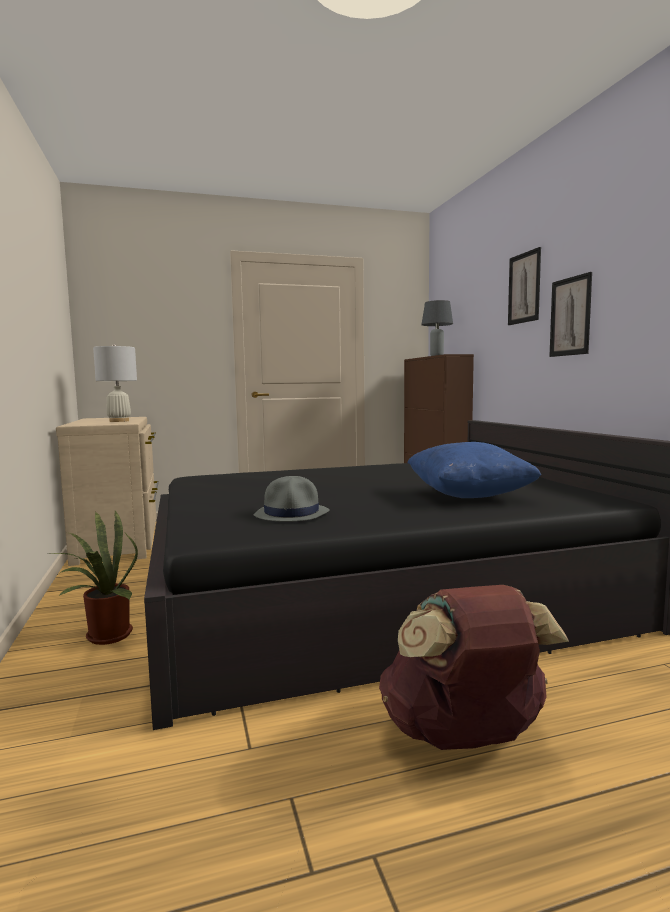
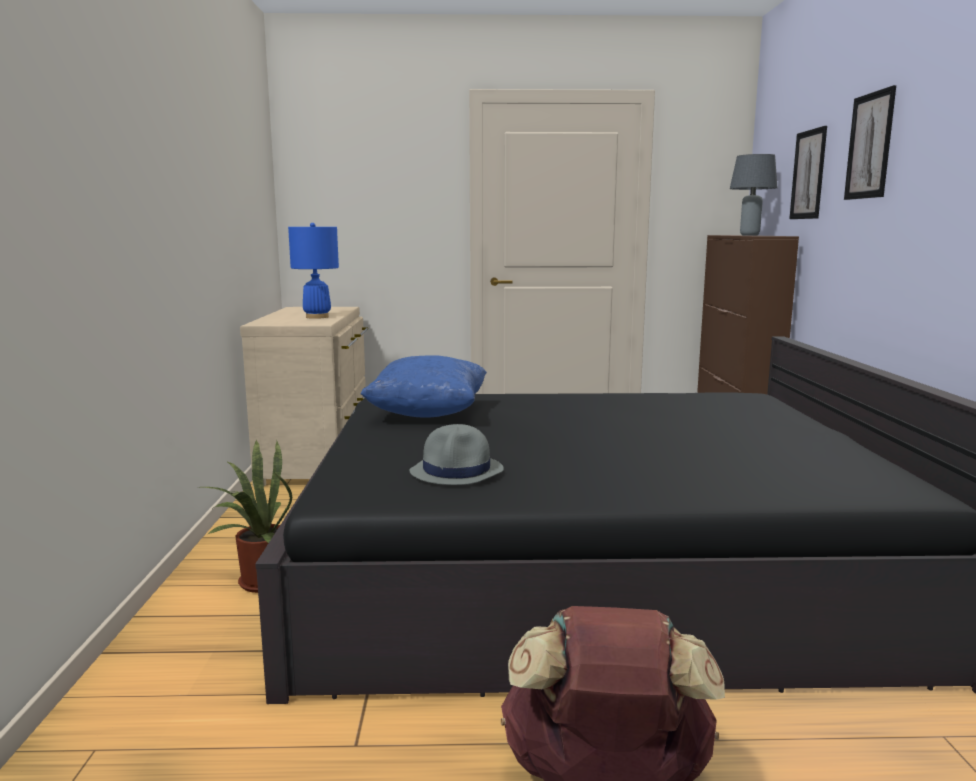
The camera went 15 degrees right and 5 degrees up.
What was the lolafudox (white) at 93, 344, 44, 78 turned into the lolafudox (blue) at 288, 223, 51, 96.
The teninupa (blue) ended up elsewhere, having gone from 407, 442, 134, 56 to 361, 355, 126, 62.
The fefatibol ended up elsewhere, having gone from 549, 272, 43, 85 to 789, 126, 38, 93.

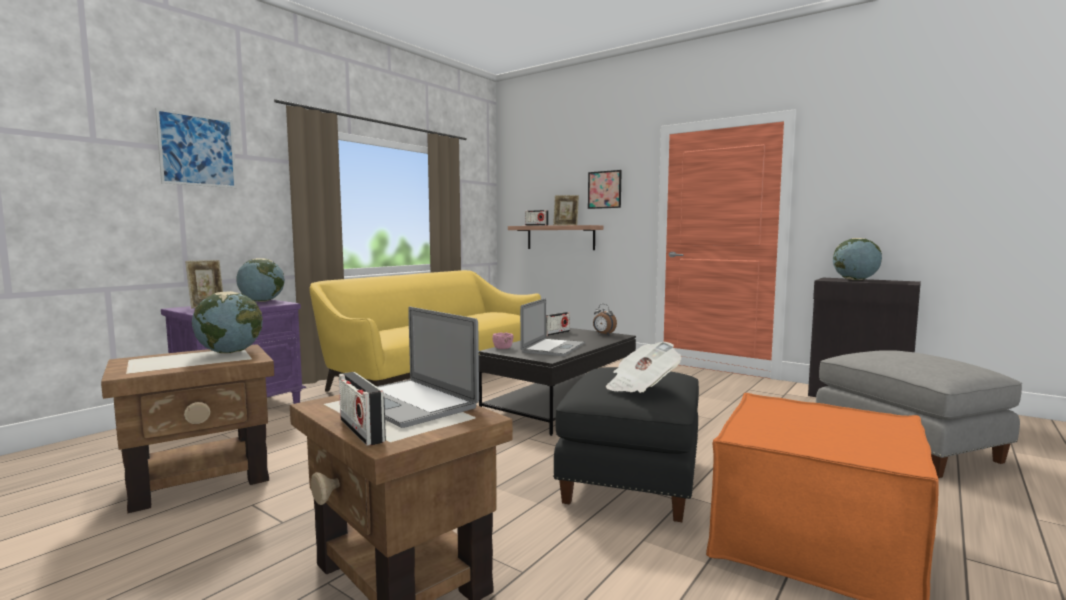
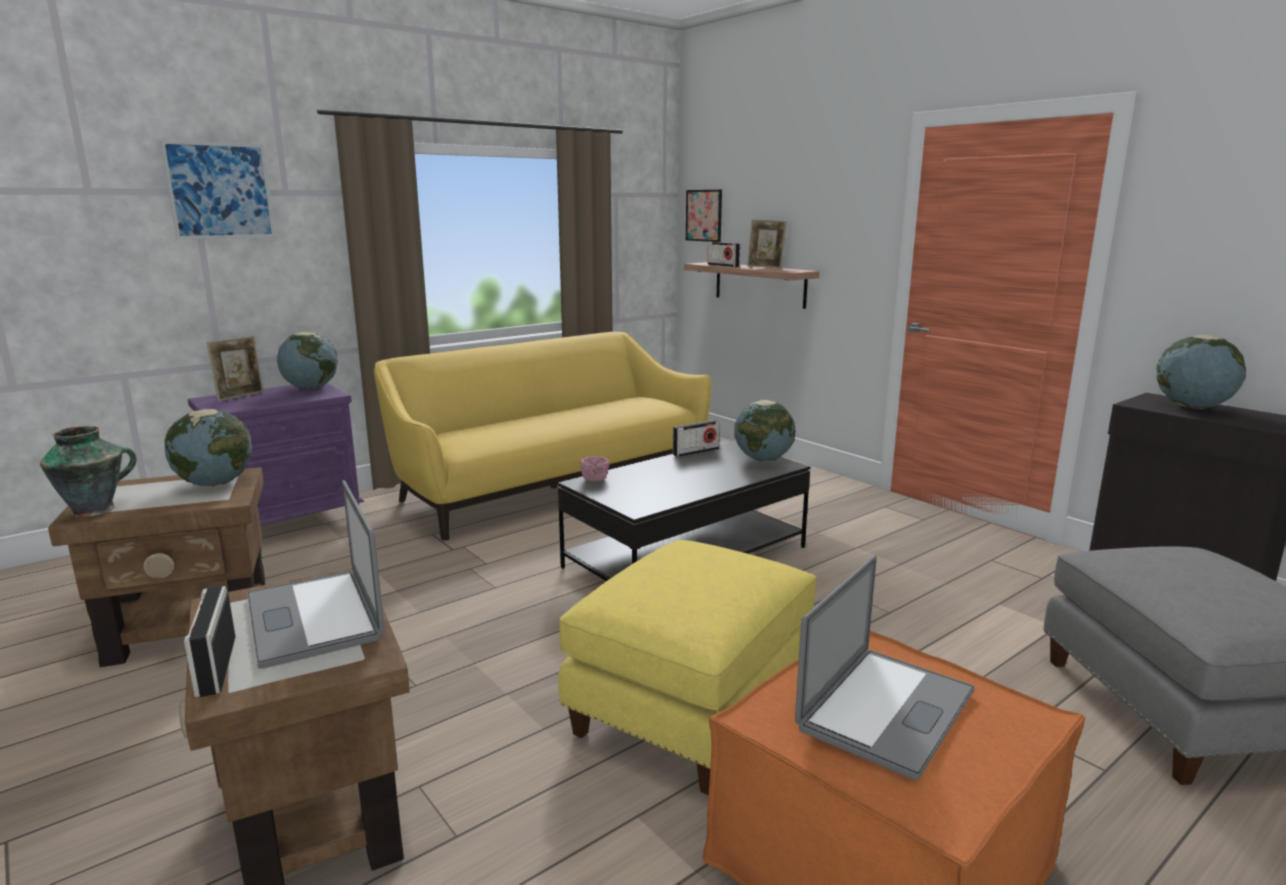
The camera went 15 degrees right and 10 degrees up.
The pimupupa ended up elsewhere, having gone from 520, 298, 65, 58 to 795, 555, 180, 225.
What was the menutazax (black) at 553, 367, 146, 155 turned into the menutazax (yellow) at 558, 540, 258, 255.
The fefatibol ended up elsewhere, having gone from 588, 170, 34, 39 to 686, 190, 36, 52.
Where the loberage stood at 593, 304, 24, 31, the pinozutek came to stand at 734, 400, 62, 61.
The second view lost the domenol at 606, 342, 75, 51.
The second view gained the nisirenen at 40, 426, 97, 91.

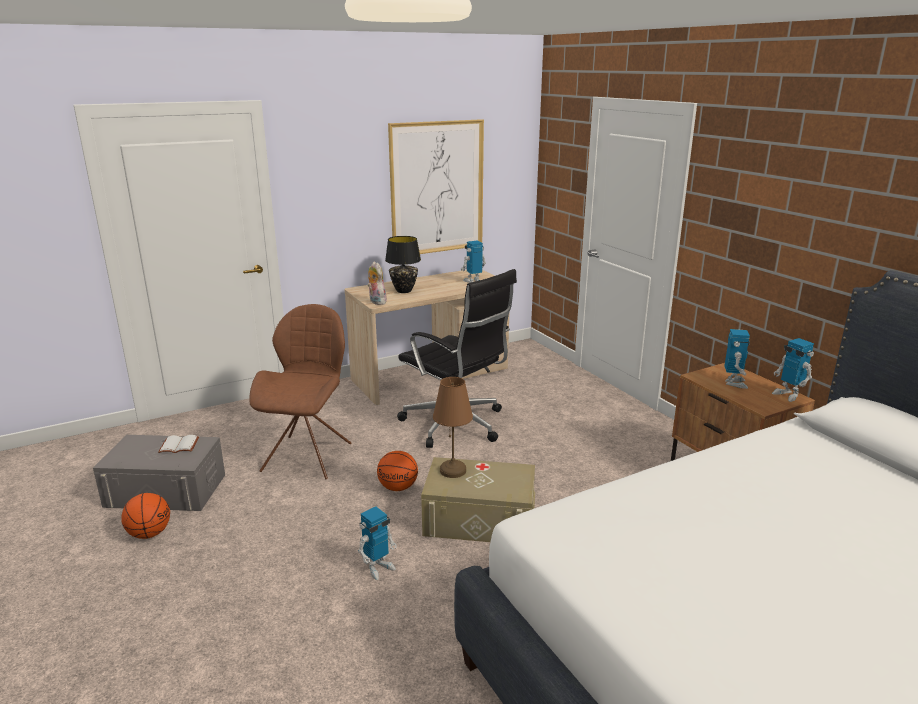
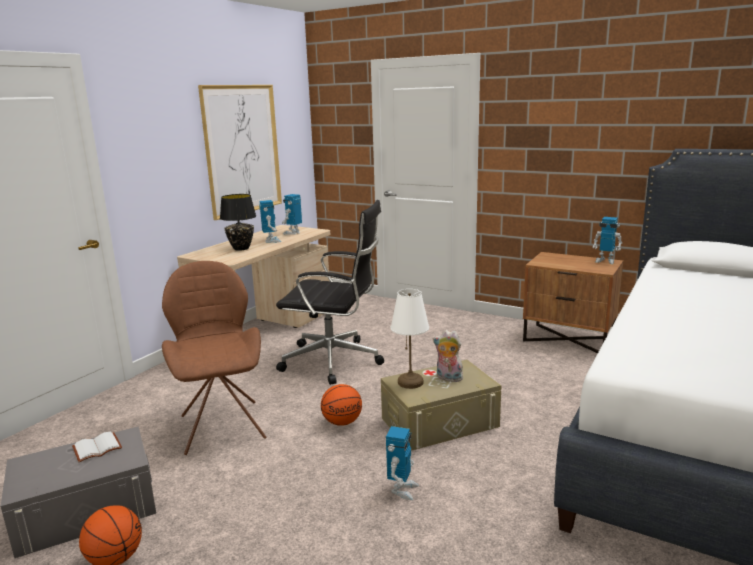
The camera went 30 degrees left and 5 degrees down.
The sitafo ended up elsewhere, having gone from 367, 261, 20, 44 to 433, 330, 30, 52.
What was the lolafudox (brown) at 433, 377, 40, 101 turned into the lolafudox (white) at 391, 289, 38, 100.
The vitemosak ended up elsewhere, having gone from 724, 329, 26, 60 to 259, 200, 22, 43.

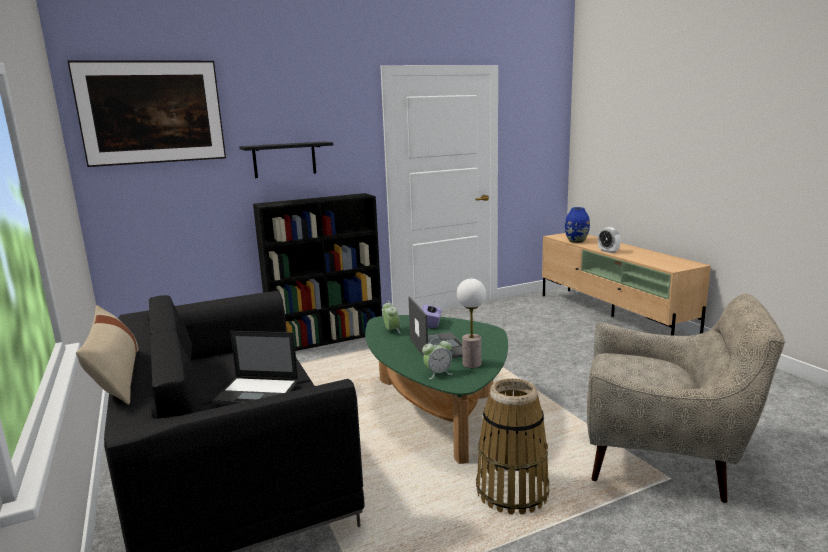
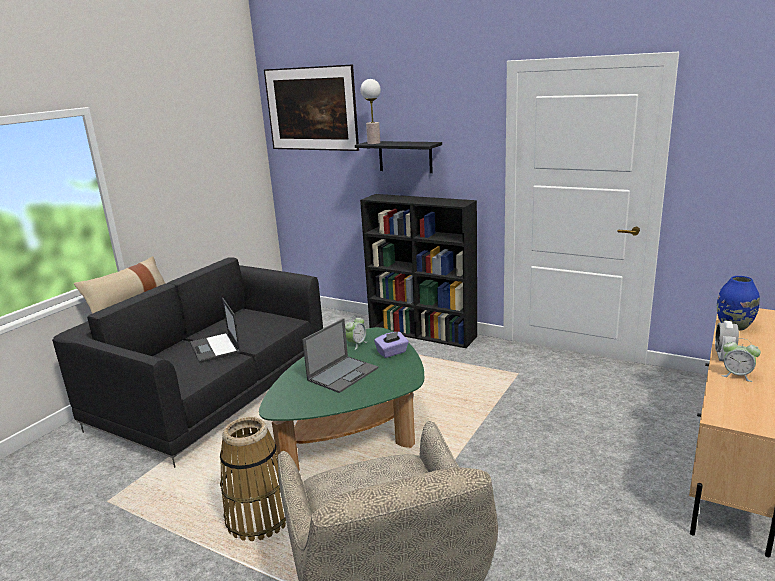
The camera went 55 degrees right and 5 degrees up.
The loberage ended up elsewhere, having gone from 422, 337, 31, 42 to 721, 338, 40, 44.
The lolafudox ended up elsewhere, having gone from 457, 278, 29, 90 to 361, 79, 20, 65.

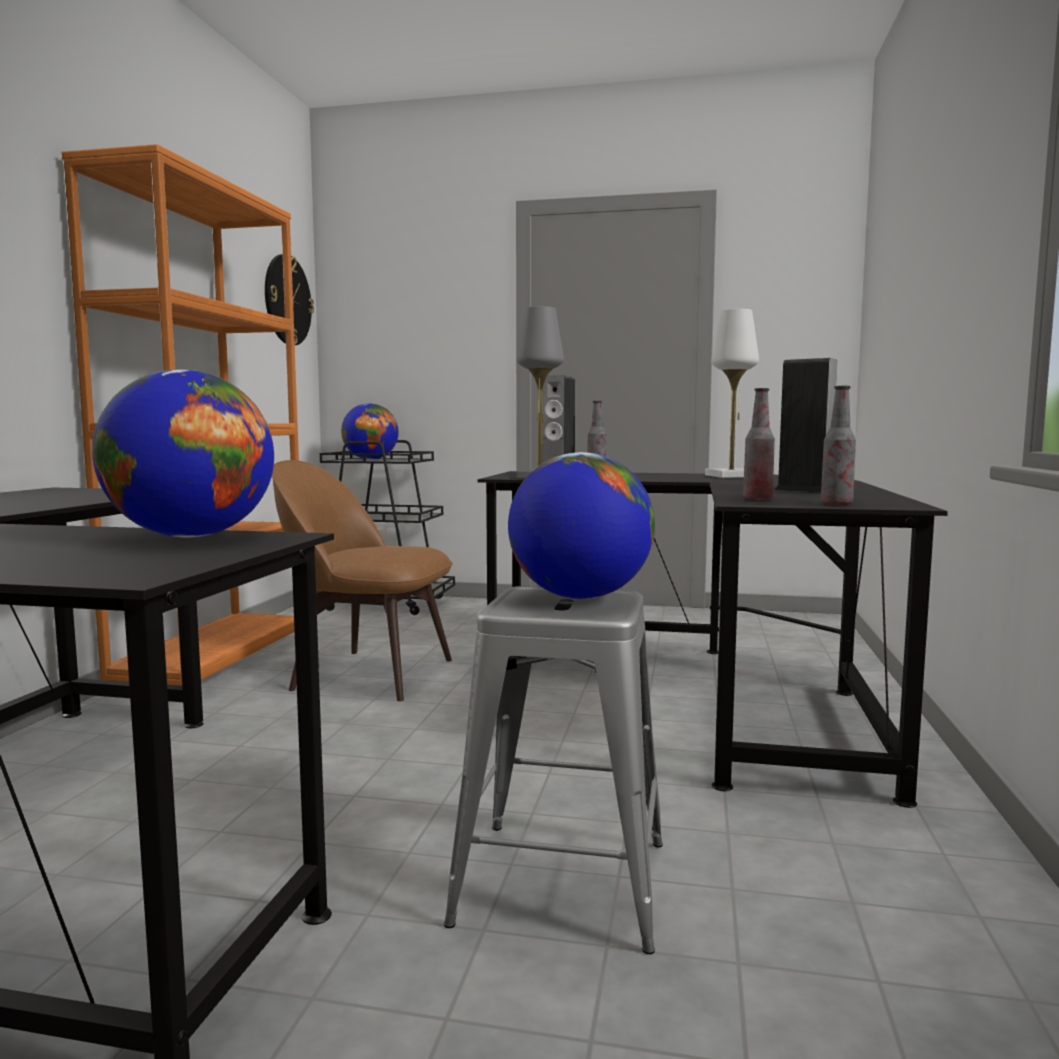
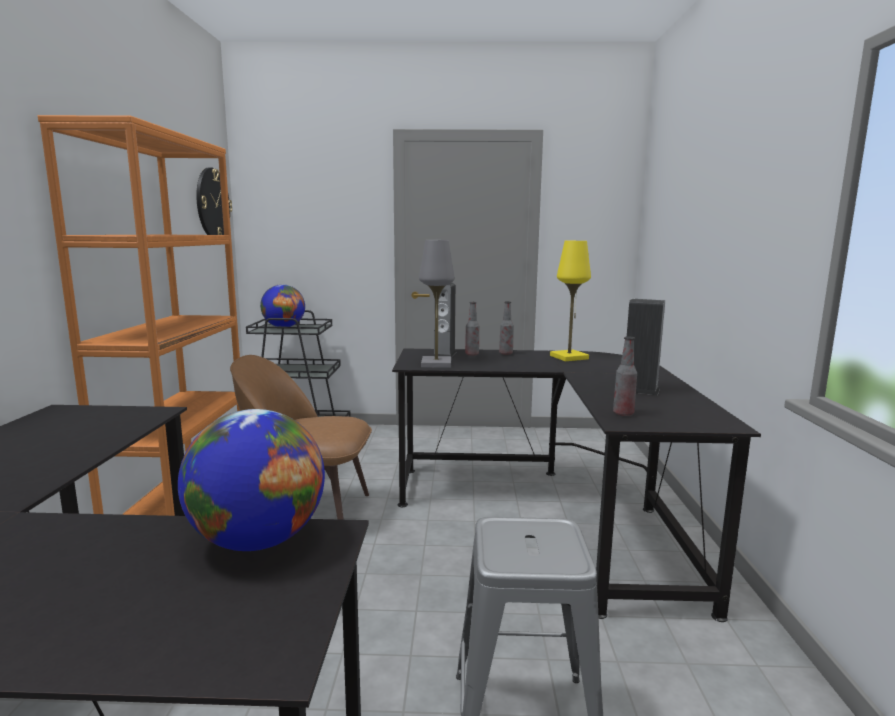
The camera went 10 degrees left and 5 degrees up.
The second view lost the pinozutek at 508, 452, 147, 147.
What was the lolafudox (white) at 705, 309, 54, 169 turned into the lolafudox (yellow) at 550, 241, 41, 120.
The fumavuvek ended up elsewhere, having gone from 821, 386, 35, 119 to 499, 301, 15, 54.

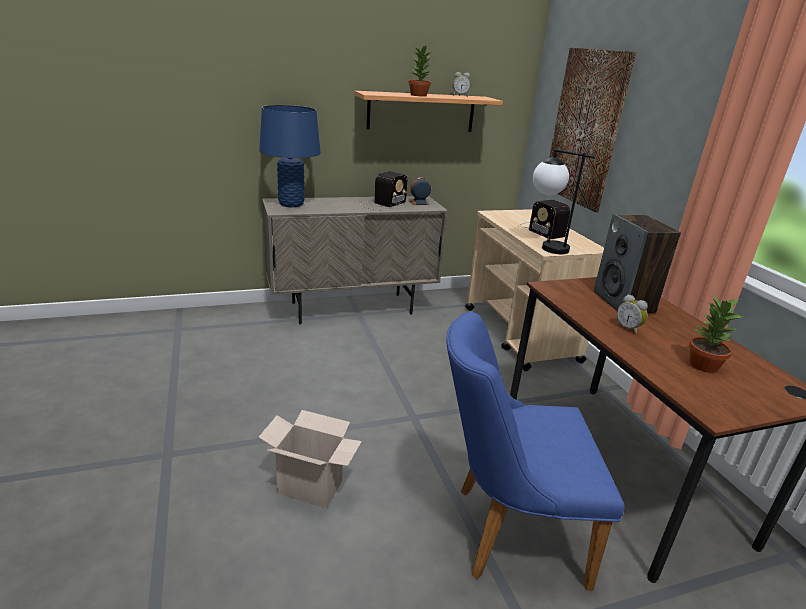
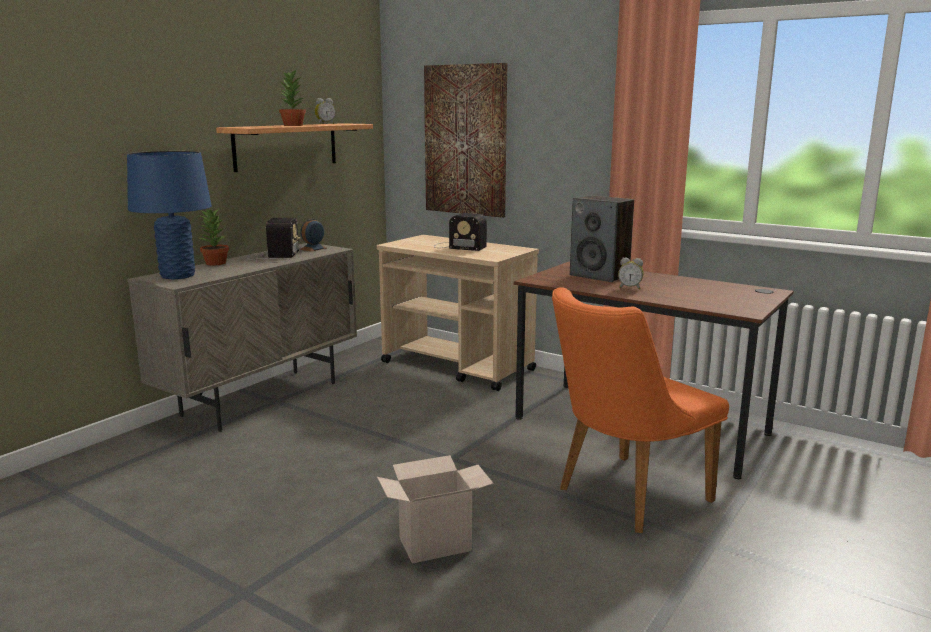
The camera went 35 degrees left and 10 degrees down.
What was the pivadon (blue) at 446, 312, 179, 279 turned into the pivadon (orange) at 552, 287, 177, 246.
The second view lost the lolafudox at 533, 149, 62, 105.
The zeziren ended up elsewhere, having gone from 689, 296, 55, 77 to 199, 209, 30, 57.

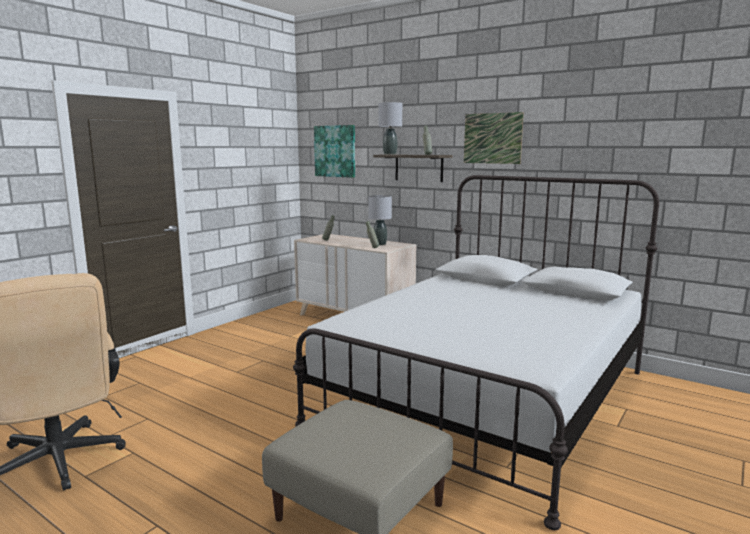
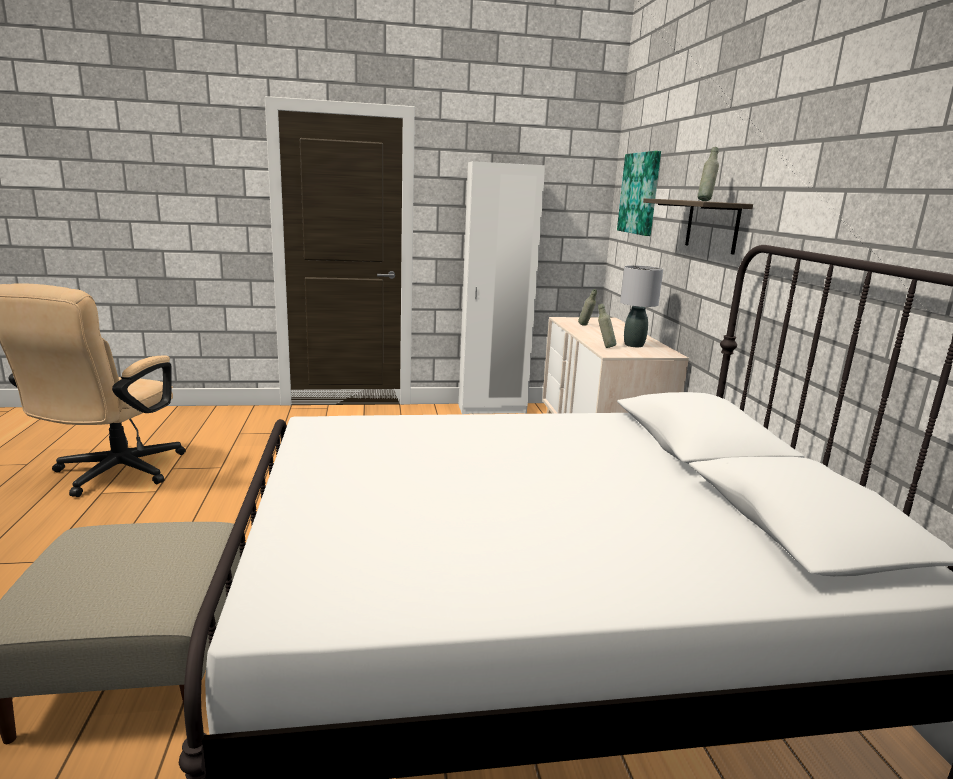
The camera went 45 degrees right and 5 degrees up.
The second view lost the lolafudox (grey) at 378, 102, 24, 53.
The second view lost the fefatibol at 464, 112, 60, 52.
The second view gained the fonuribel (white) at 459, 161, 86, 253.

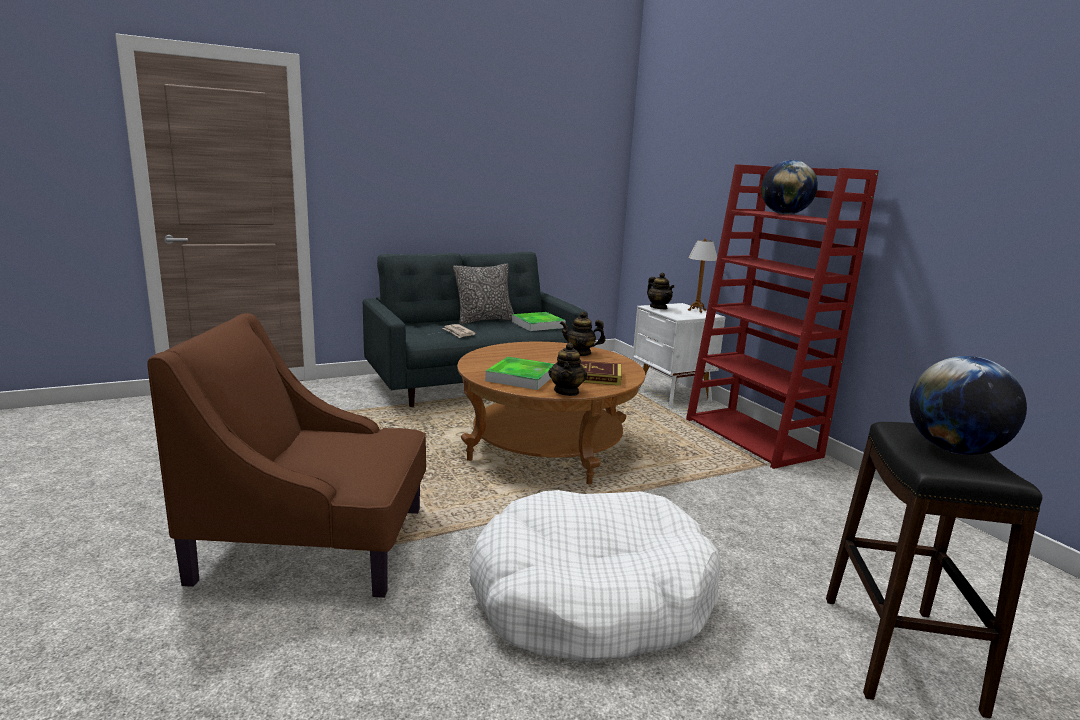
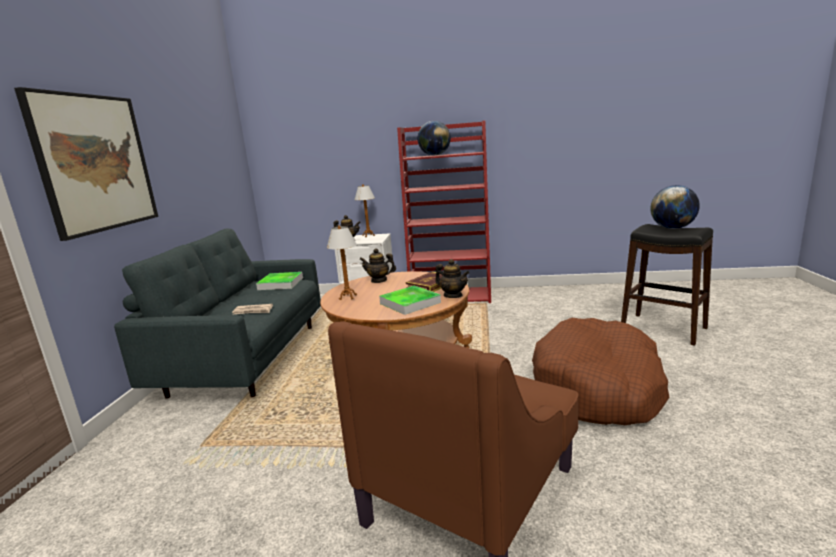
The camera went 55 degrees left and 0 degrees up.
The second view lost the teninupa at 453, 263, 61, 62.
What was the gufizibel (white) at 469, 490, 252, 173 turned into the gufizibel (brown) at 532, 318, 137, 107.
The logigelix at 560, 312, 46, 44 ended up facing another way, 60 degrees clockwise from before.
The second view gained the fefatibol at 14, 87, 144, 154.
The second view gained the lolafudox at 327, 225, 30, 75.

